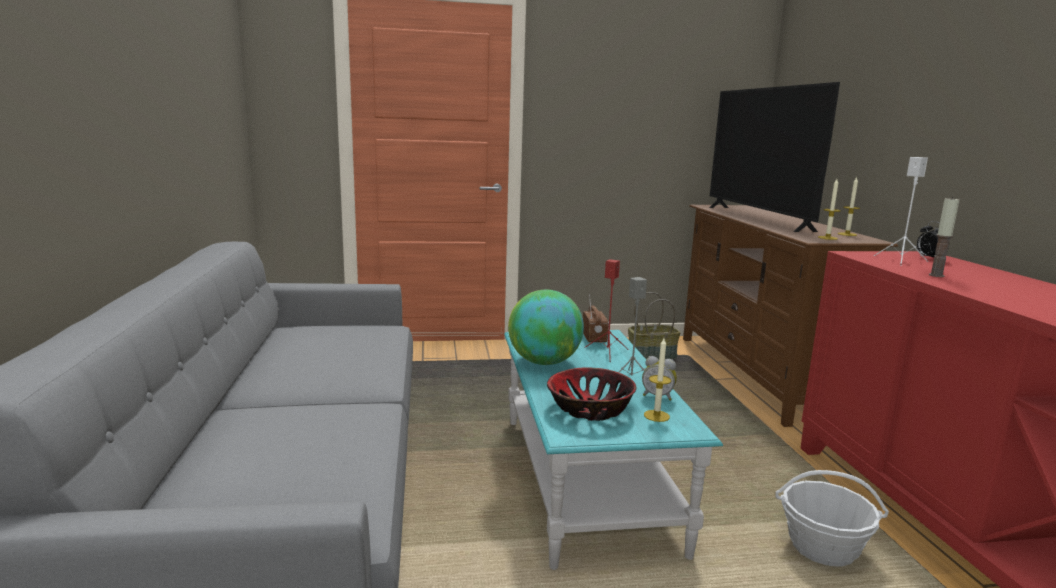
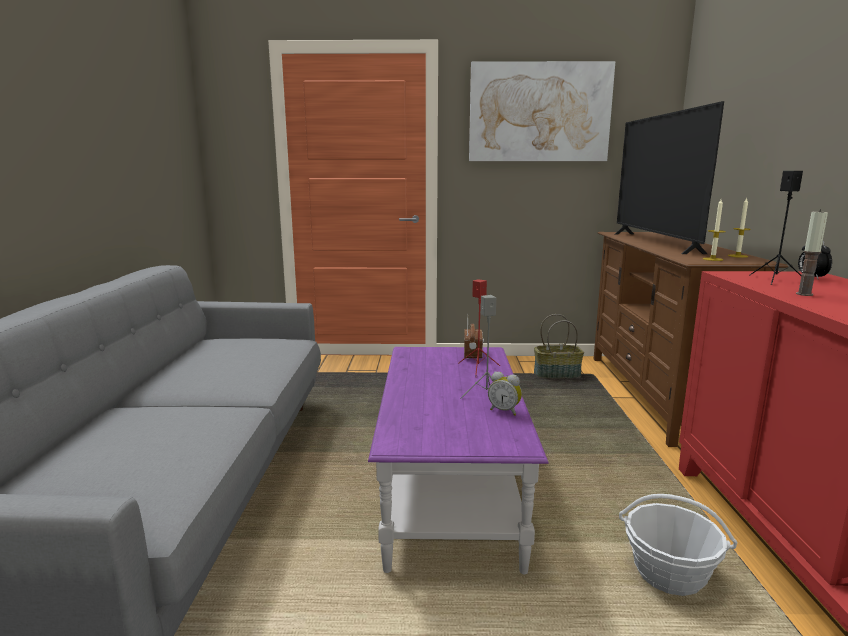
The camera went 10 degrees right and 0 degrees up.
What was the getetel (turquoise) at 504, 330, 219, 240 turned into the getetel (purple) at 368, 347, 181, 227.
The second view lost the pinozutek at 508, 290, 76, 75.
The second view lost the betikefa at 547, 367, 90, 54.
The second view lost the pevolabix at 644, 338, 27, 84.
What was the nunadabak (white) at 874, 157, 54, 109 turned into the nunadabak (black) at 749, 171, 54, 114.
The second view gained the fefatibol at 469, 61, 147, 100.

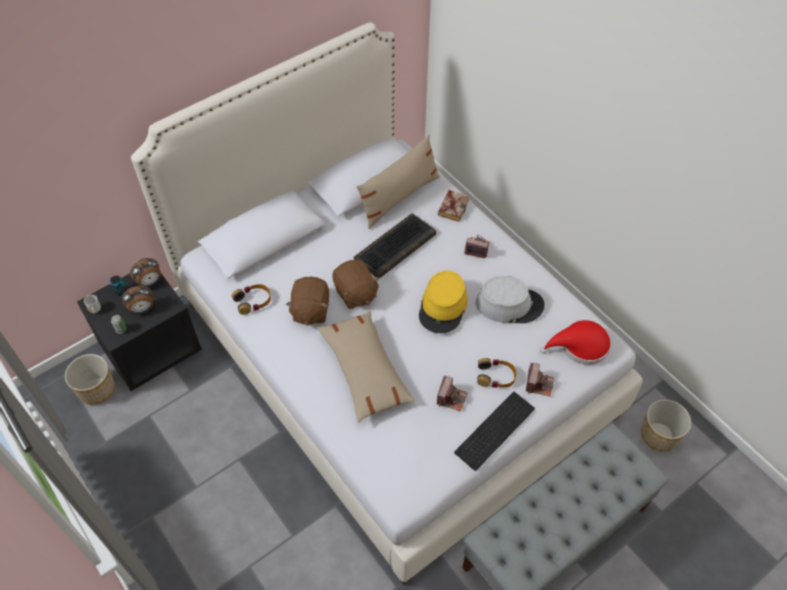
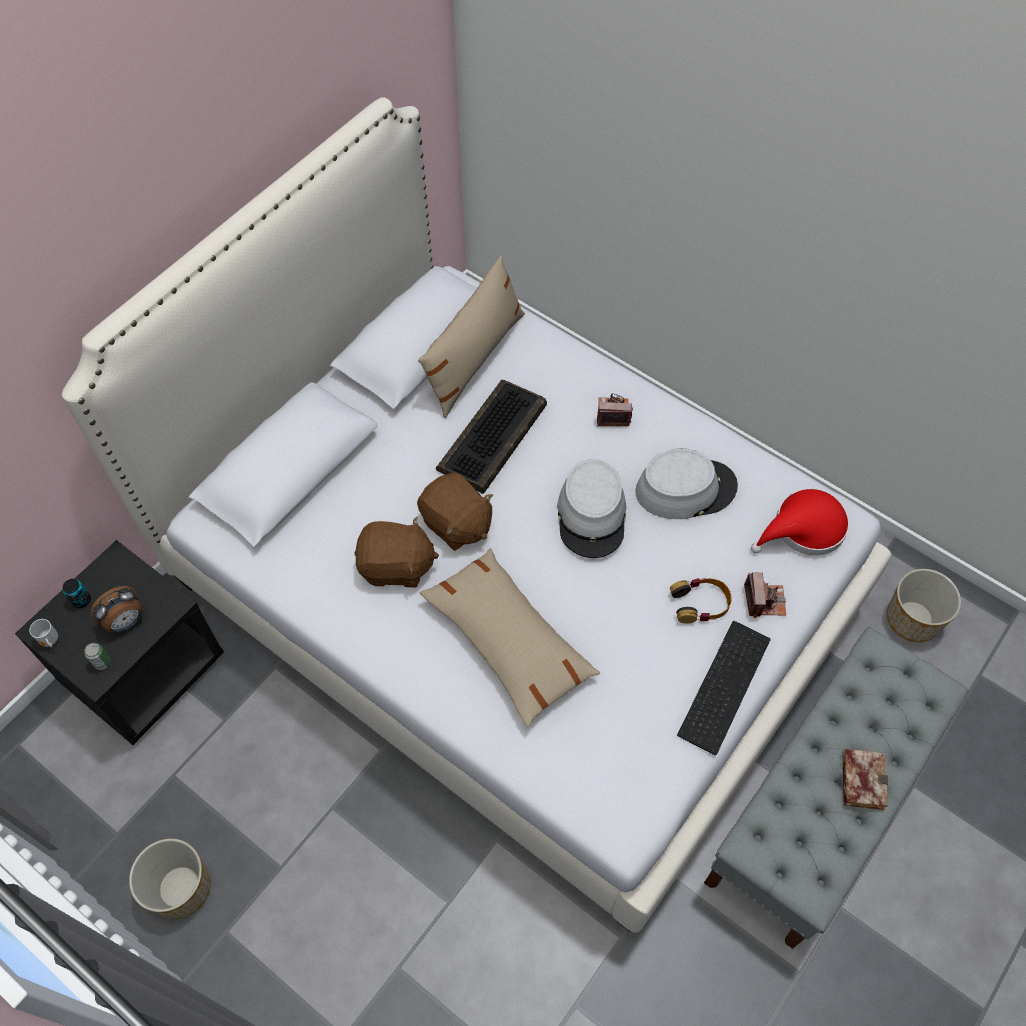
The camera went 15 degrees left and 5 degrees up.
The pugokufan ended up elsewhere, having gone from 65, 354, 50, 51 to 129, 838, 82, 81.
The second view lost the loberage at 130, 258, 31, 29.
The second view lost the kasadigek at 232, 284, 39, 31.
The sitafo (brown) at 286, 277, 43, 49 ended up facing another way, 75 degrees counterclockwise from before.
What was the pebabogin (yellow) at 419, 270, 48, 63 turned into the pebabogin (grey) at 557, 459, 70, 99.
The second view lost the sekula at 437, 375, 31, 36.
The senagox ended up elsewhere, having gone from 438, 190, 31, 32 to 842, 749, 46, 61.

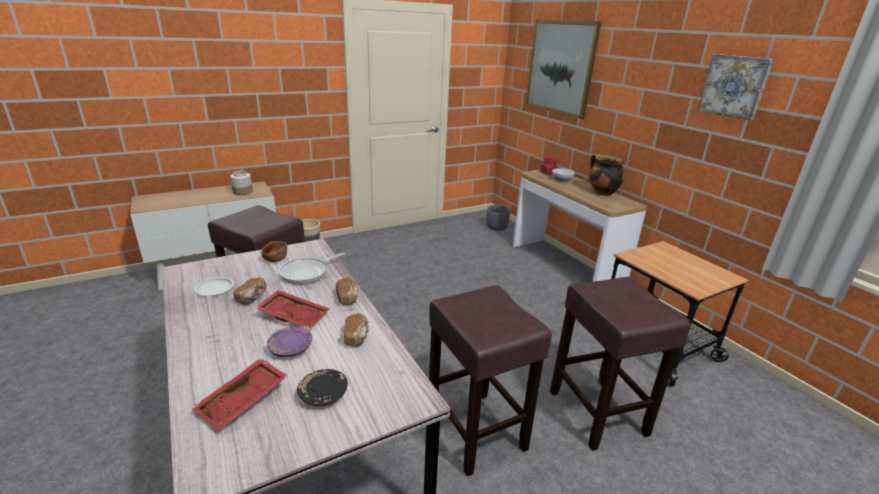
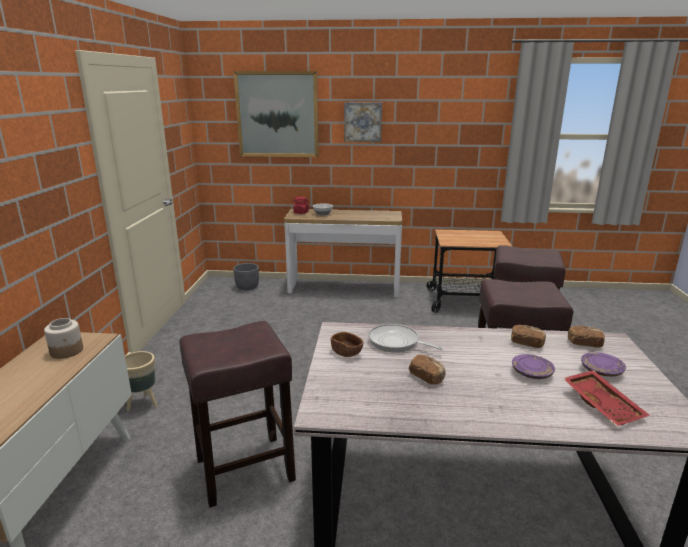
The camera went 55 degrees left and 5 degrees down.
The second view lost the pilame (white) at 194, 277, 40, 19.
The second view lost the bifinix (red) at 256, 290, 74, 39.
The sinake at 279, 253, 66, 32 ended up facing another way, 135 degrees clockwise from before.
What was the pilame (black) at 297, 369, 51, 37 turned into the pilame (purple) at 581, 352, 45, 25.
The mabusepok ended up elsewhere, having gone from 336, 277, 22, 28 to 568, 326, 37, 21.
The second view lost the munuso at 589, 154, 36, 42.
The fefatibol ended up elsewhere, having gone from 697, 54, 77, 66 to 344, 102, 38, 40.

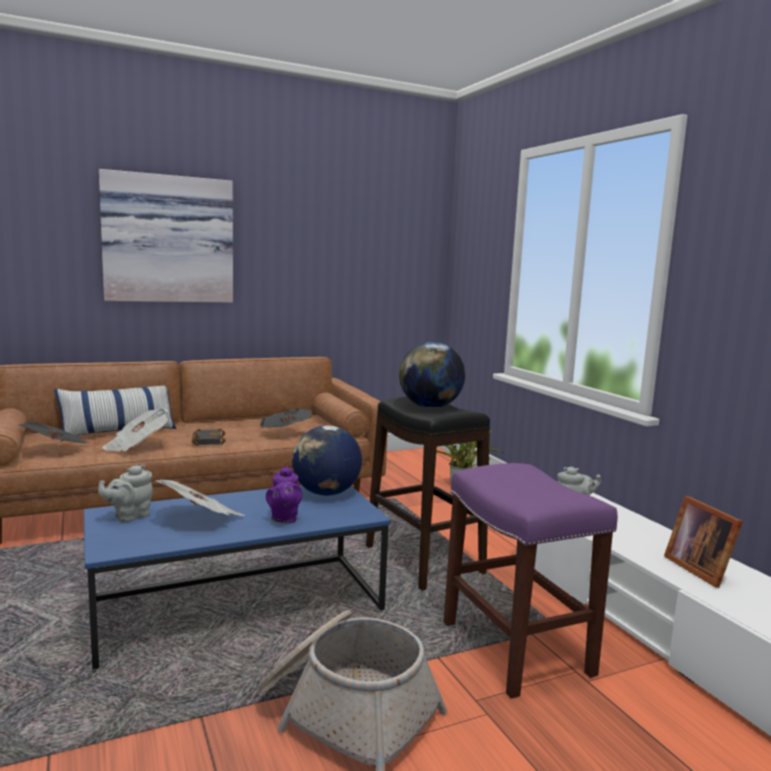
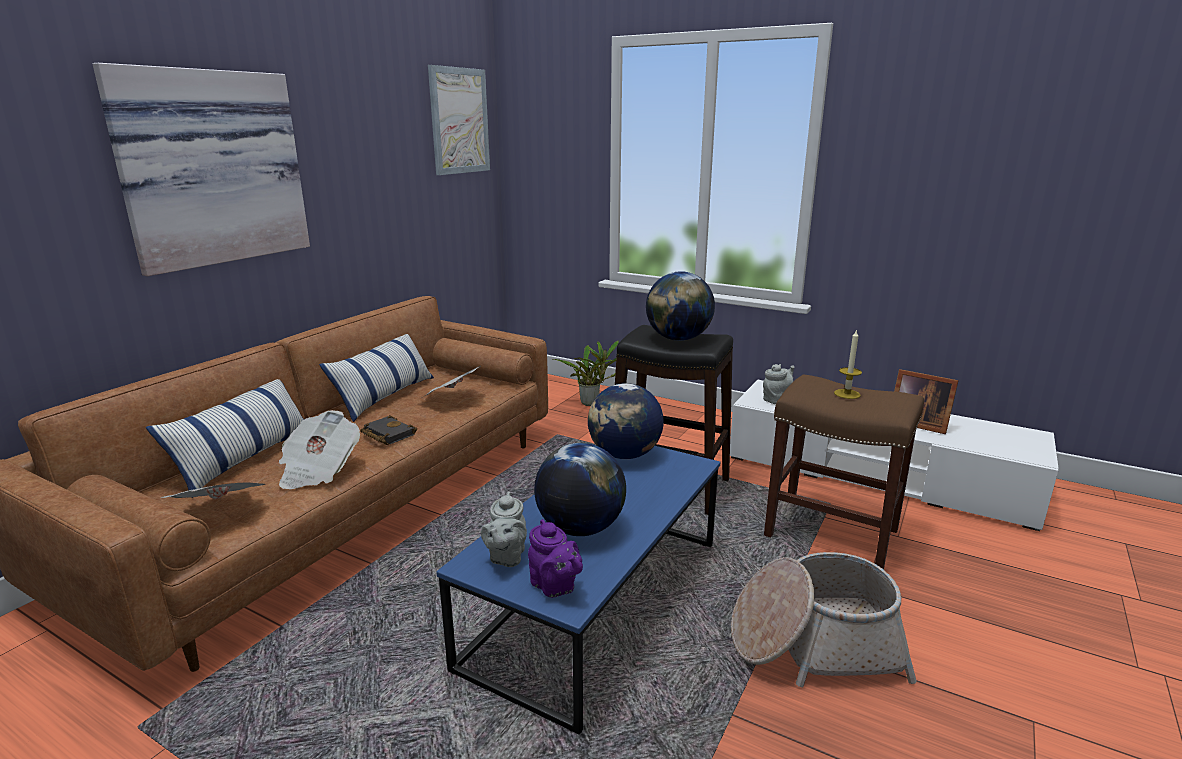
The camera went 35 degrees left and 10 degrees up.
Where the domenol stood at 155, 480, 91, 36, the pinozutek came to stand at 534, 443, 92, 93.
The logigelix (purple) ended up elsewhere, having gone from 266, 465, 37, 58 to 528, 519, 55, 79.
What was the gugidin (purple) at 443, 463, 175, 236 turned into the gugidin (brown) at 764, 375, 160, 195.
The second view gained the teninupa at 319, 334, 115, 88.
The second view gained the fefatibol at 428, 65, 62, 110.
The second view gained the pevolabix at 834, 329, 28, 70.

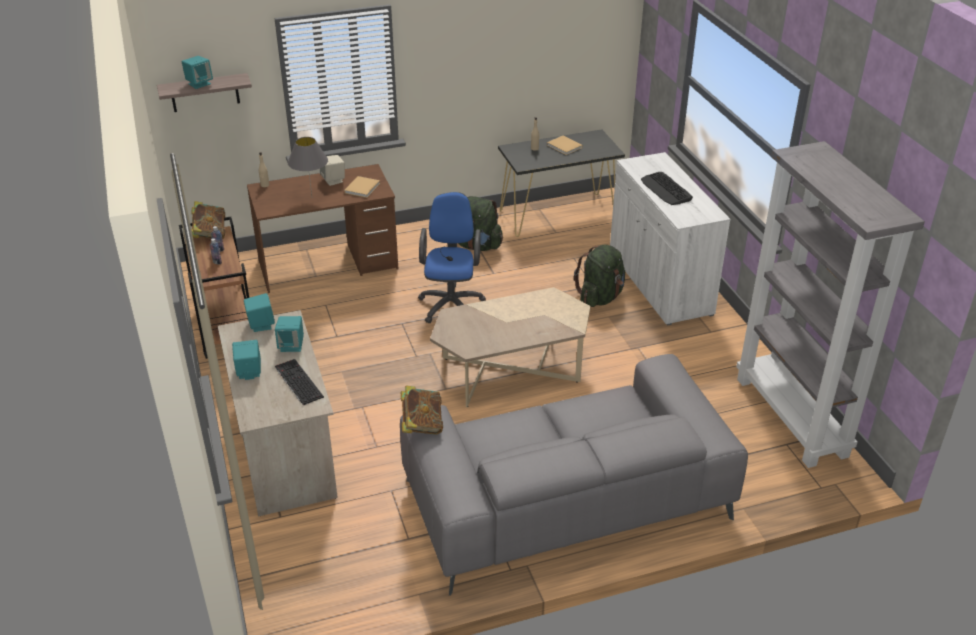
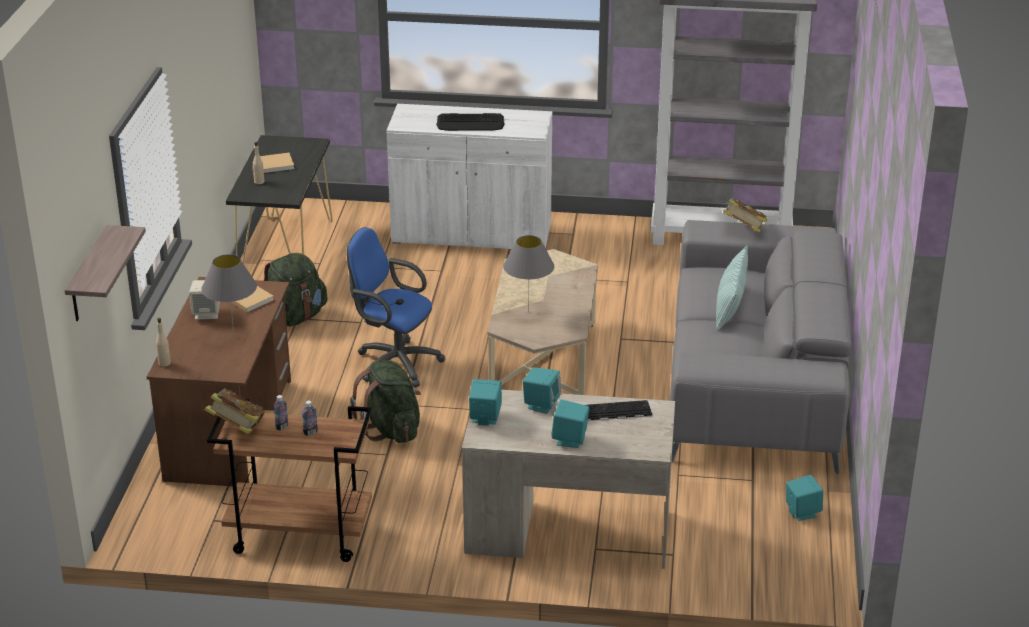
The camera went 65 degrees left and 5 degrees down.
The nunadabak (turquoise) ended up elsewhere, having gone from 182, 56, 31, 33 to 786, 475, 37, 46.
The senagox ended up elsewhere, having gone from 401, 385, 42, 49 to 723, 198, 44, 35.
The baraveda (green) ended up elsewhere, having gone from 573, 244, 52, 63 to 350, 360, 71, 83.
The second view gained the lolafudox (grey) at 503, 235, 52, 77.
The second view gained the teninupa at 716, 246, 32, 85.

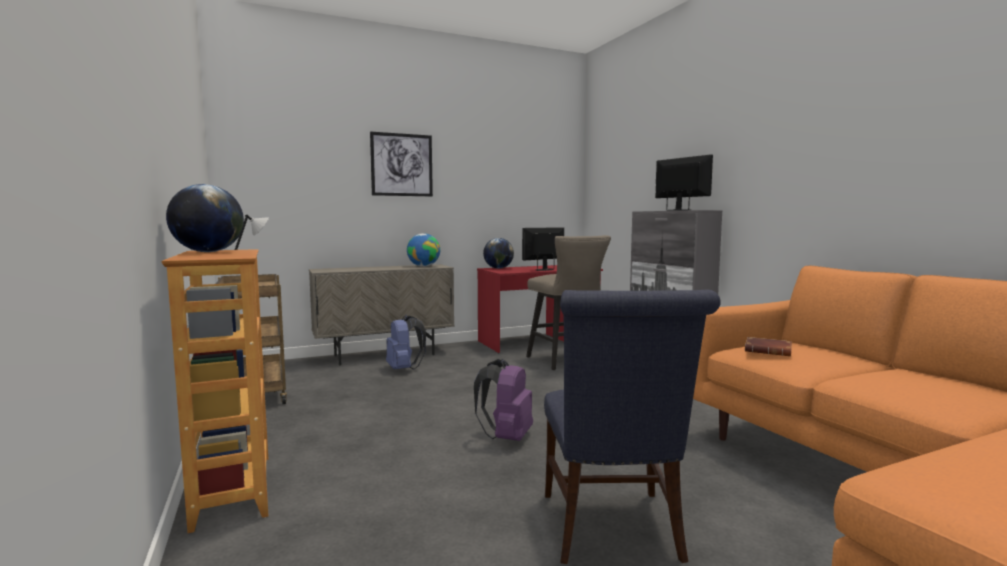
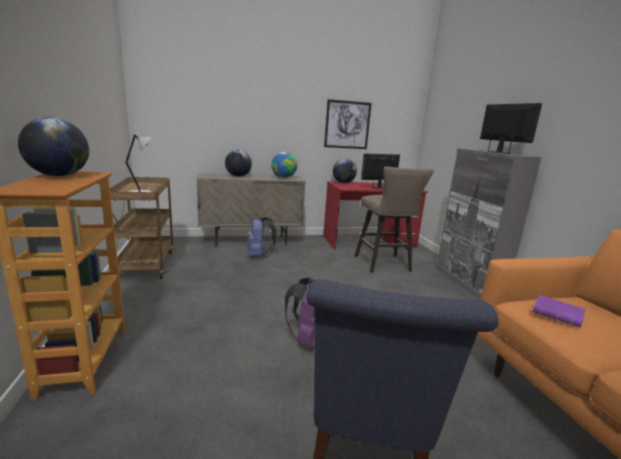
The camera went 10 degrees right and 10 degrees up.
The fefatibol ended up elsewhere, having gone from 370, 131, 63, 65 to 324, 99, 48, 50.
What was the senagox (brown) at 745, 337, 47, 19 turned into the senagox (purple) at 533, 295, 52, 33.
The second view gained the pinozutek at 225, 150, 27, 27.

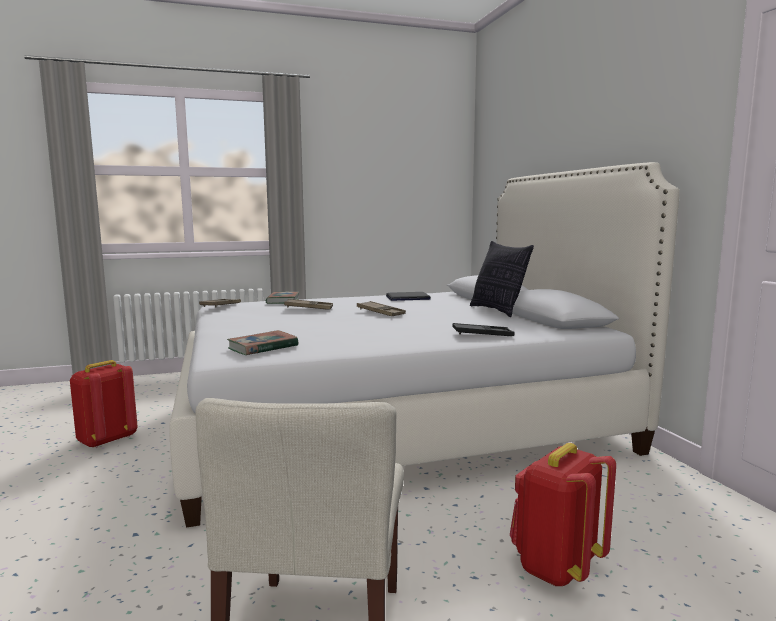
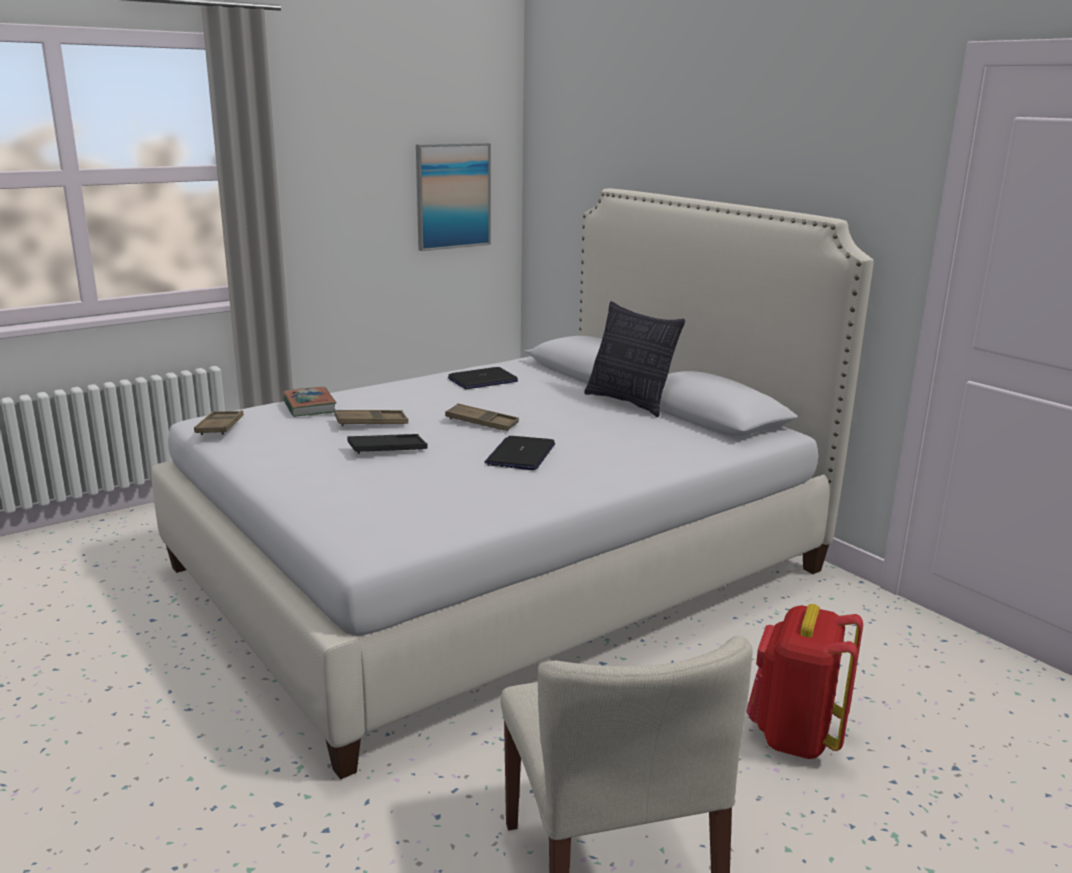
The camera went 20 degrees left and 10 degrees up.
The second view lost the baraveda (red) at 70, 360, 68, 88.
The second view lost the senagox at 227, 330, 71, 25.
The bifinix (black) ended up elsewhere, having gone from 453, 323, 62, 13 to 347, 434, 81, 20.
The second view gained the fefatibol at 416, 143, 75, 108.
The second view gained the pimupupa at 484, 436, 71, 34.

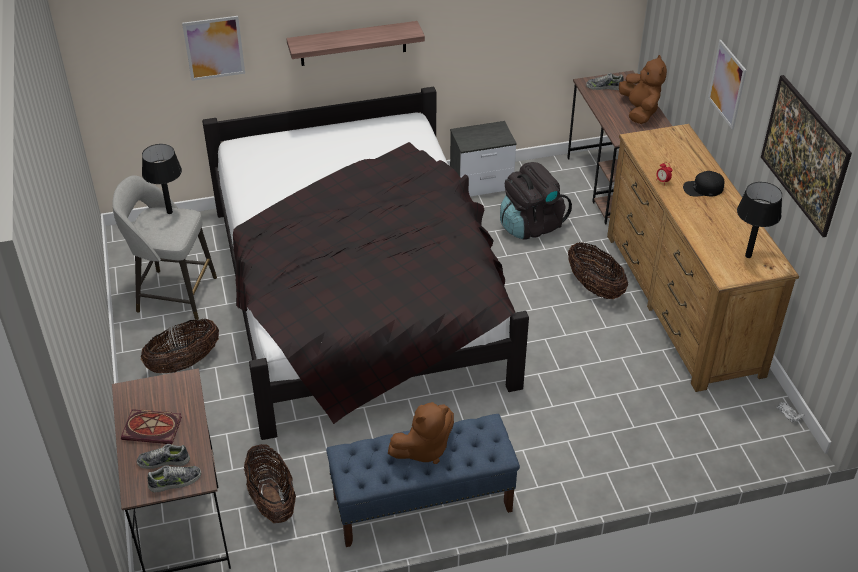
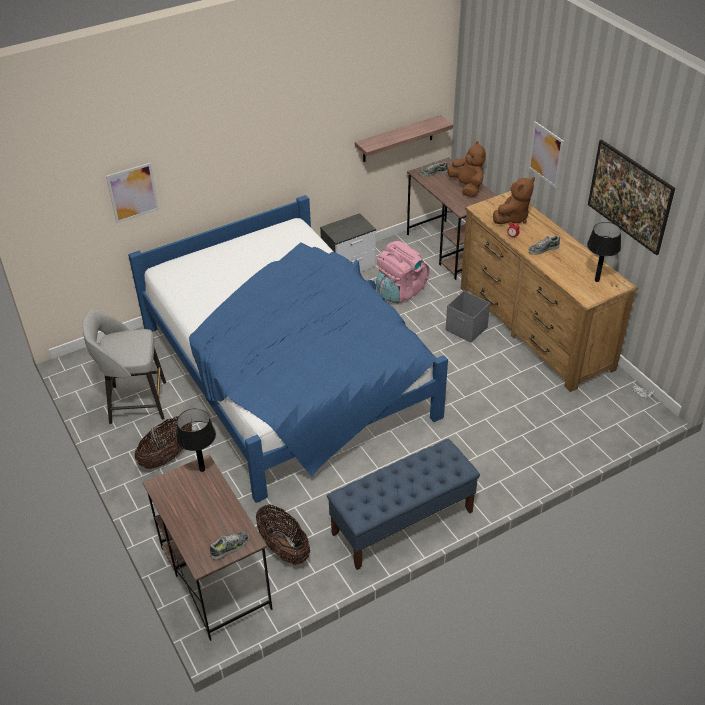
The camera went 15 degrees left and 0 degrees up.
The second view lost the senagox at 121, 409, 61, 35.
The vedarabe ended up elsewhere, having gone from 137, 444, 53, 25 to 529, 235, 31, 20.
The lolafudox (black) ended up elsewhere, having gone from 142, 144, 40, 70 to 176, 408, 40, 64.
What was the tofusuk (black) at 202, 87, 327, 353 turned into the tofusuk (blue) at 128, 195, 320, 308.
The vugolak ended up elsewhere, having gone from 286, 21, 139, 45 to 355, 115, 98, 47.
The sitafo (brown) ended up elsewhere, having gone from 388, 402, 66, 62 to 493, 177, 42, 47.
What was the baraveda (black) at 500, 162, 72, 78 turned into the baraveda (pink) at 376, 241, 54, 62.
Where the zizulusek stood at 568, 242, 60, 57, the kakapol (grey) came to stand at 446, 291, 44, 52.
The second view lost the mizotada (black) at 683, 171, 41, 25.

